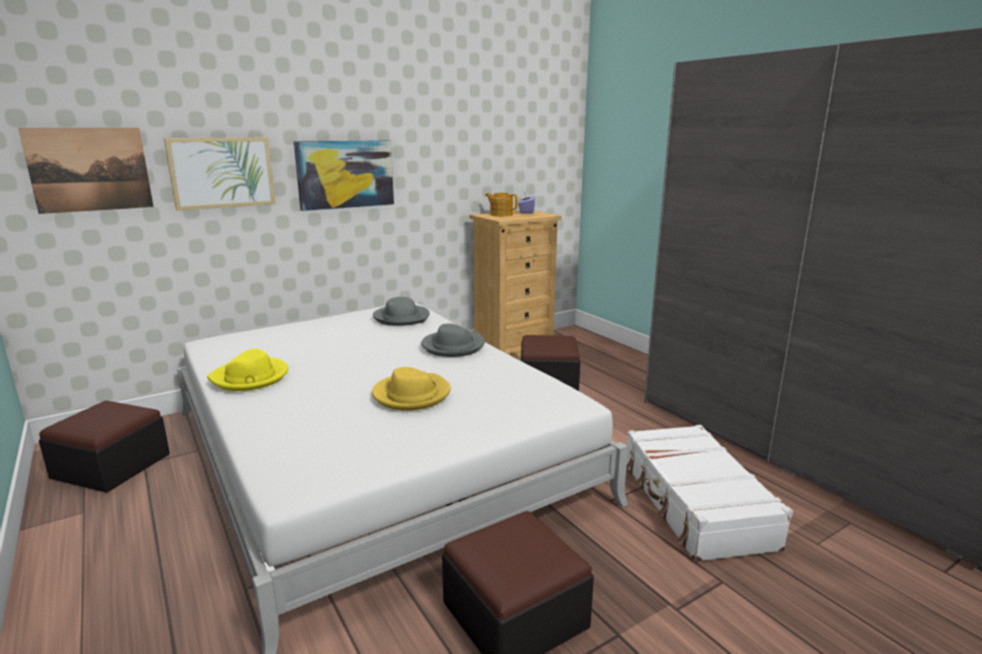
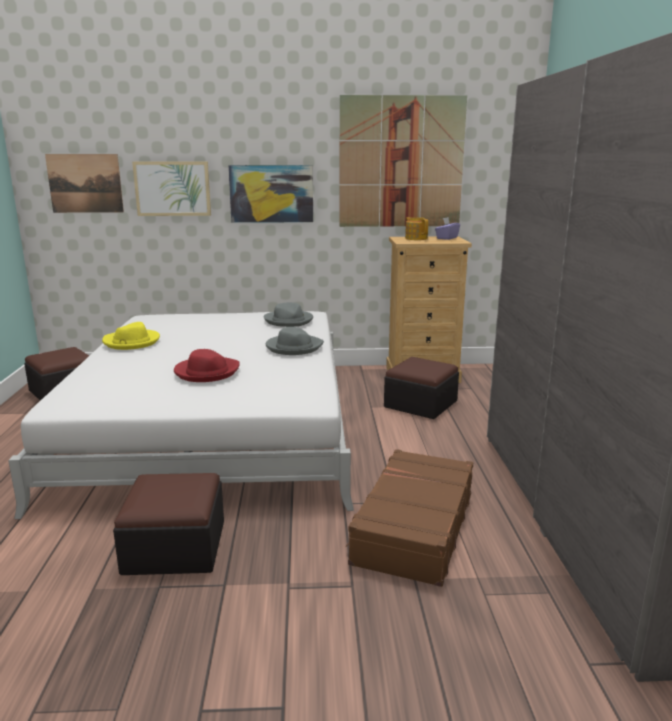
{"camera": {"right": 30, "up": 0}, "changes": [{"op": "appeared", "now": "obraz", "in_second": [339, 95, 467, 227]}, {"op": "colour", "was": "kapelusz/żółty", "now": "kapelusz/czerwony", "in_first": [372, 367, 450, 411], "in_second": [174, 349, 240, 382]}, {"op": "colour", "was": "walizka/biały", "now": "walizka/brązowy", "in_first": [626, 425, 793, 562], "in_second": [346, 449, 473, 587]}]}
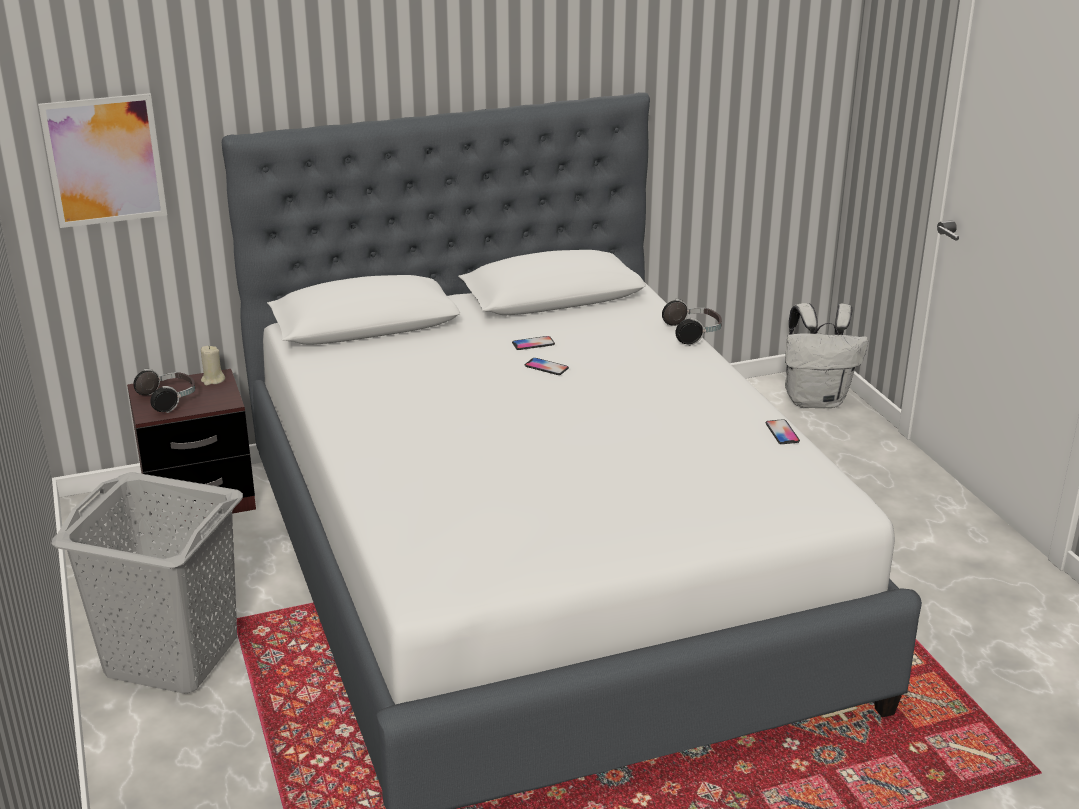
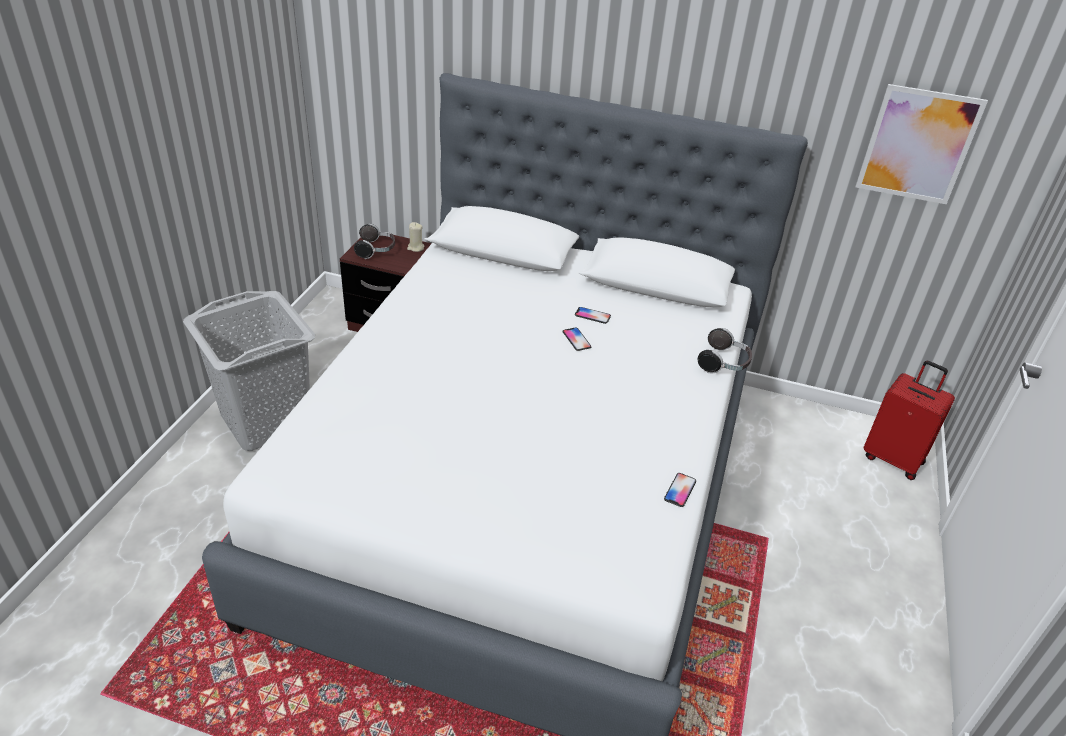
{"camera": {"right": 35, "up": 10}, "changes": [{"op": "relocated", "was": "obraz", "in_first": [38, 93, 167, 228], "in_second": [855, 84, 988, 204]}, {"op": "exchanged", "was": "plecak/biały", "now": "walizka/czerwony", "in_first": [785, 303, 868, 408], "in_second": [864, 361, 955, 480]}]}
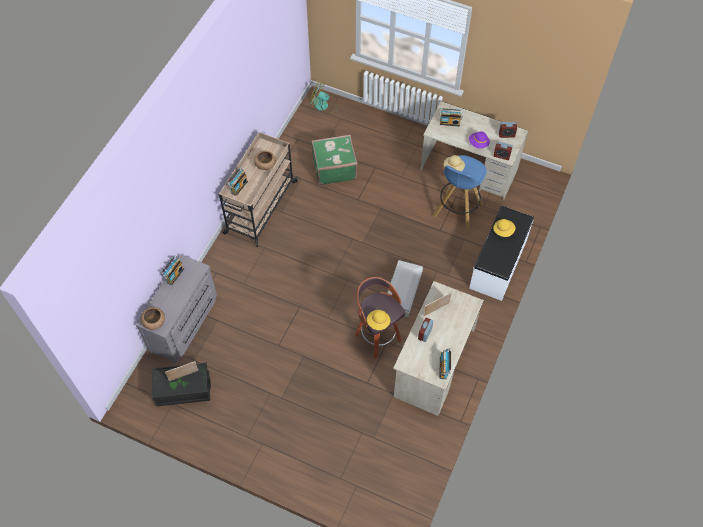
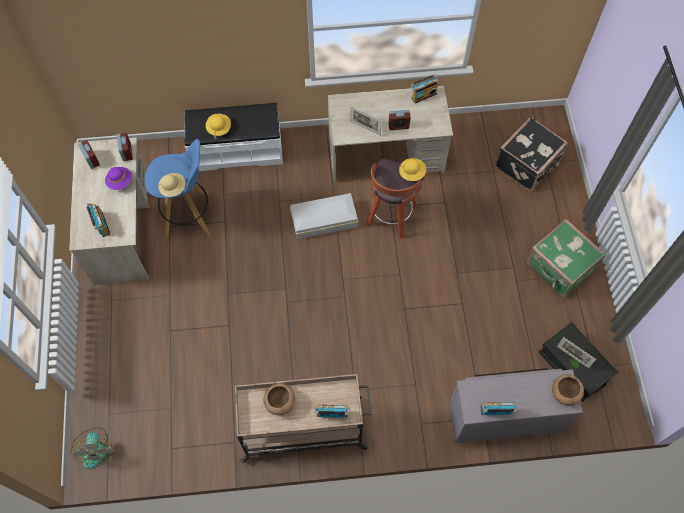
{"camera": {"right": -120, "up": 5}, "changes": [{"op": "appeared", "now": "walizka/czarny", "in_second": [496, 117, 568, 191]}, {"op": "relocated", "was": "walizka/zielony", "in_first": [311, 135, 357, 185], "in_second": [526, 219, 606, 298]}]}
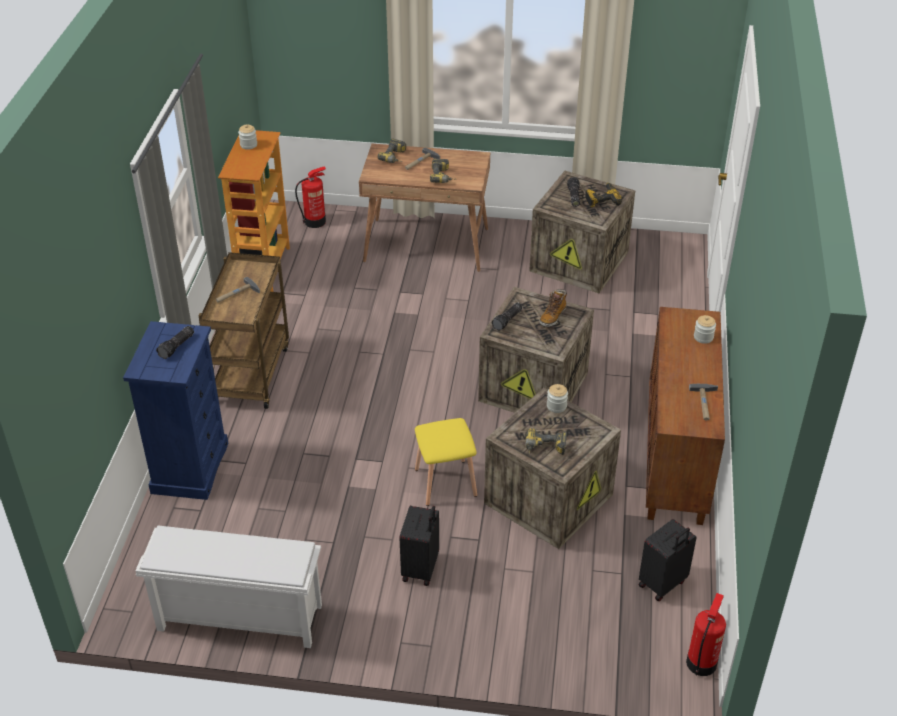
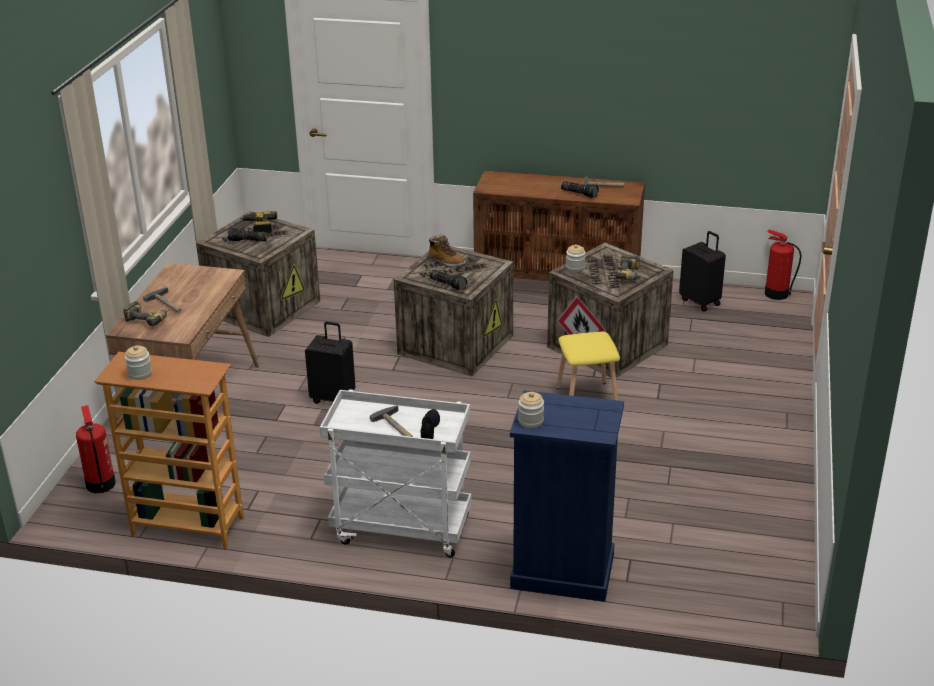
{"camera": {"right": -85, "up": -10}, "changes": [{"op": "missing", "was": "regał na buty/biały", "in_first": [136, 526, 322, 648]}, {"op": "missing", "was": "wiertarka", "in_first": [430, 159, 456, 183]}, {"op": "appeared", "now": "but/czarny", "in_second": [421, 409, 440, 439]}, {"op": "relocated", "was": "latarka", "in_first": [156, 326, 194, 359], "in_second": [561, 181, 599, 198]}, {"op": "relocated", "was": "walizka/czarny", "in_first": [400, 506, 439, 586], "in_second": [305, 322, 355, 404]}, {"op": "relocated", "was": "słoik", "in_first": [694, 315, 716, 344], "in_second": [518, 392, 544, 428]}, {"op": "colour", "was": "wózek/brązowy", "now": "wózek/biały", "in_first": [198, 252, 289, 409], "in_second": [320, 389, 472, 558]}]}
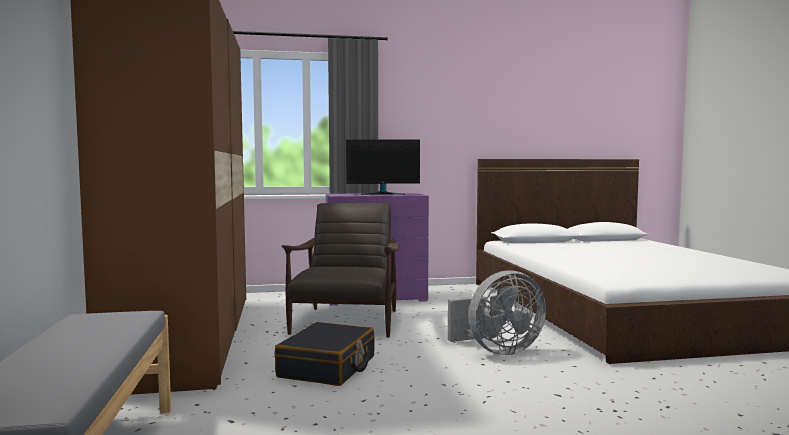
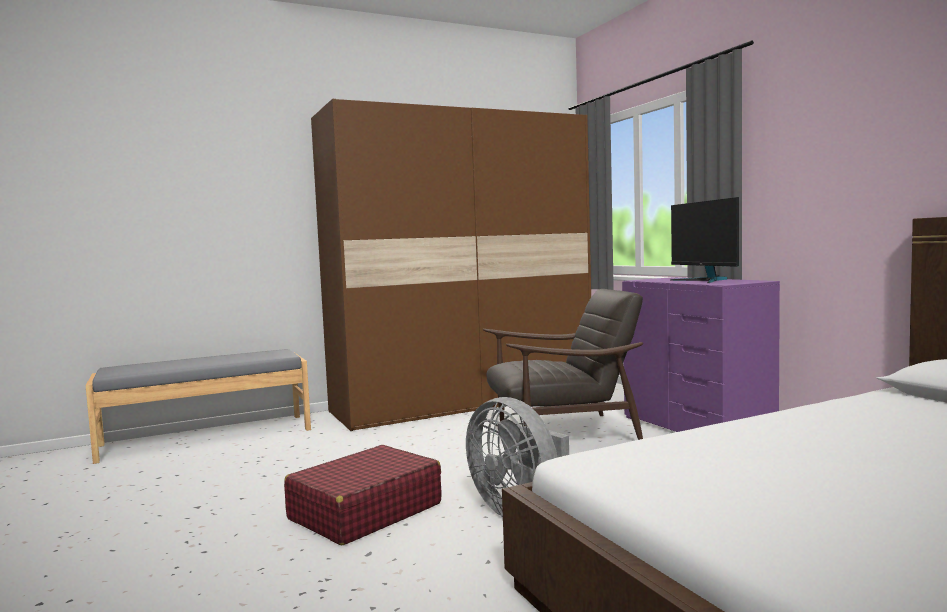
{"camera": {"right": 75, "up": 0}, "changes": [{"op": "missing", "was": "walizka/czarny", "in_first": [275, 322, 374, 386]}, {"op": "appeared", "now": "walizka/czerwony", "in_second": [284, 445, 442, 545]}]}
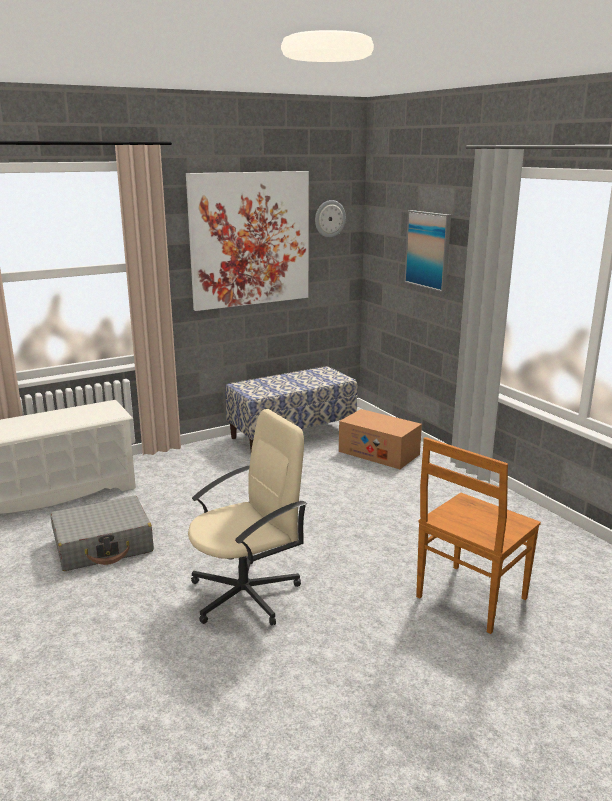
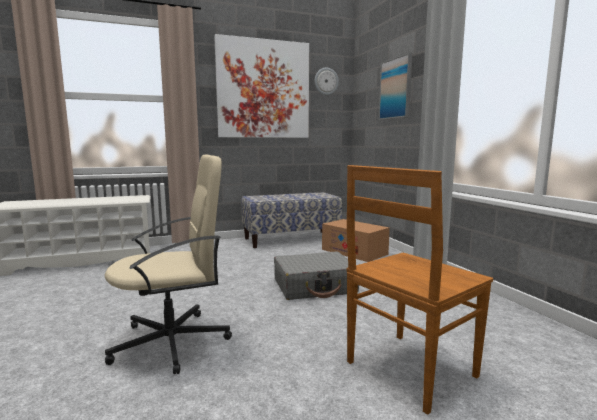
{"camera": {"right": 10, "up": -10}, "changes": [{"op": "relocated", "was": "walizka/szary", "in_first": [50, 496, 154, 571], "in_second": [274, 251, 359, 300]}]}
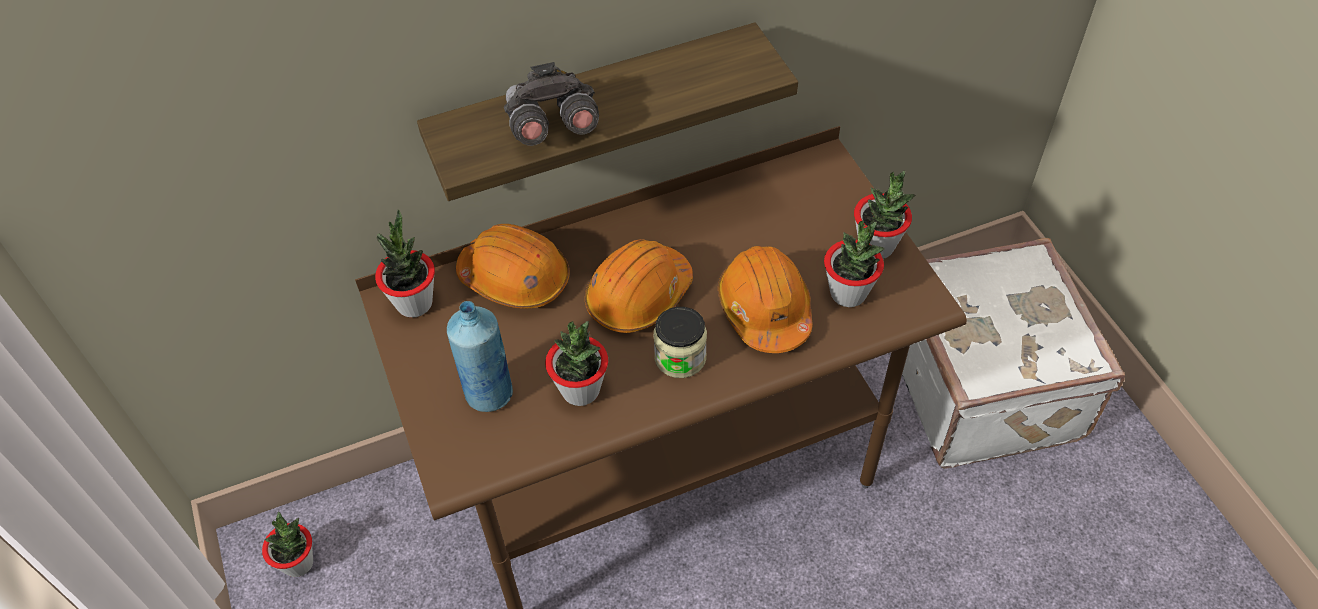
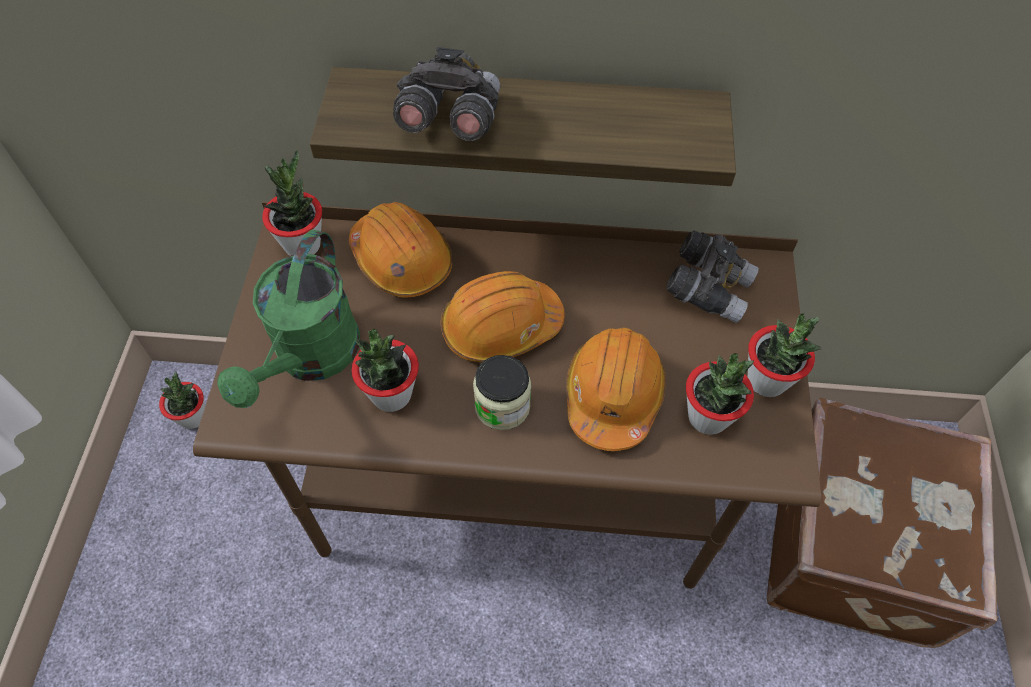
{"camera": {"right": 25, "up": 5}, "changes": [{"op": "appeared", "now": "lornetka/szary", "in_second": [667, 230, 759, 323]}, {"op": "exchanged", "was": "butelka/niebieski", "now": "konewka/zielony", "in_first": [447, 301, 513, 412], "in_second": [217, 230, 360, 408]}, {"op": "colour", "was": "walizka/biały", "now": "walizka/brązowy", "in_first": [902, 238, 1125, 469], "in_second": [767, 398, 998, 648]}]}
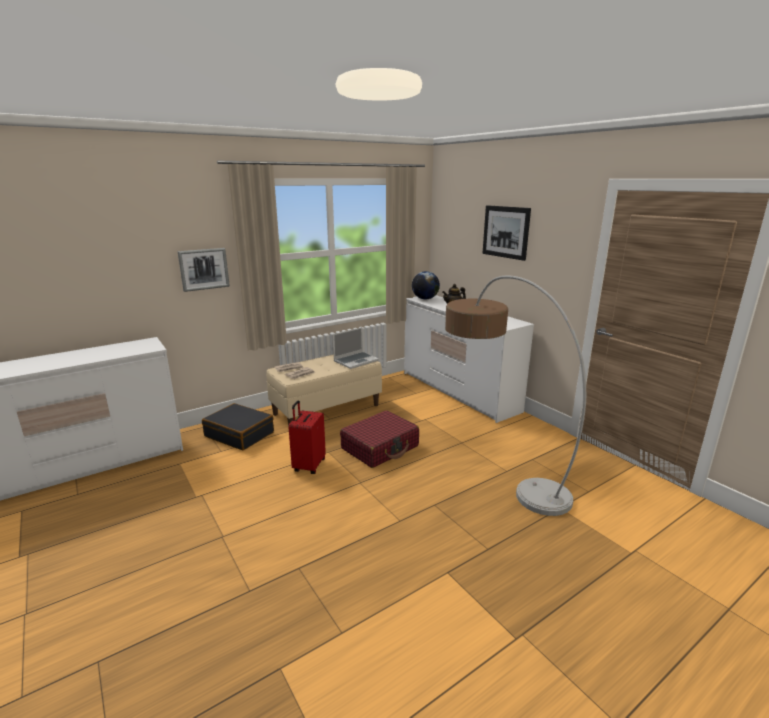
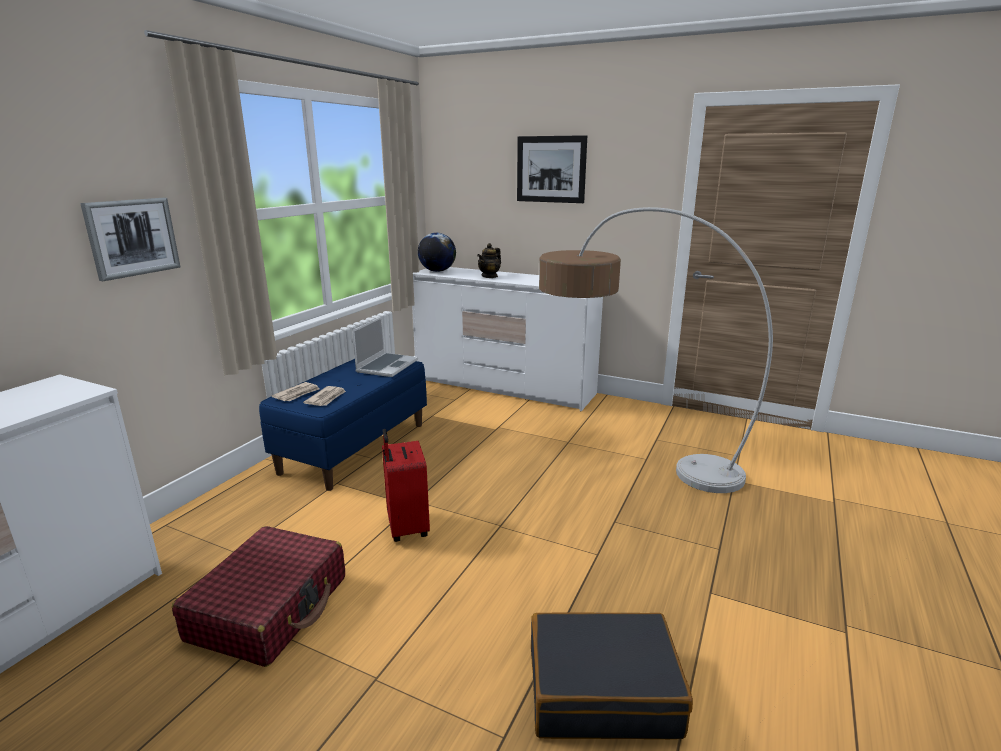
{"camera": {"right": -30, "up": 0}, "changes": [{"op": "relocated", "was": "walizka/czarny", "in_first": [202, 403, 274, 450], "in_second": [531, 612, 693, 739]}, {"op": "relocated", "was": "walizka/czerwony", "in_first": [340, 410, 419, 468], "in_second": [172, 526, 345, 667]}, {"op": "colour", "was": "ławka/beżowy", "now": "ławka/niebieski", "in_first": [266, 354, 382, 426], "in_second": [259, 359, 427, 491]}]}
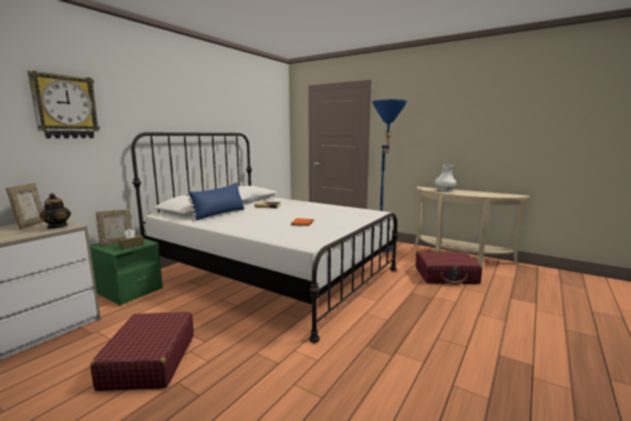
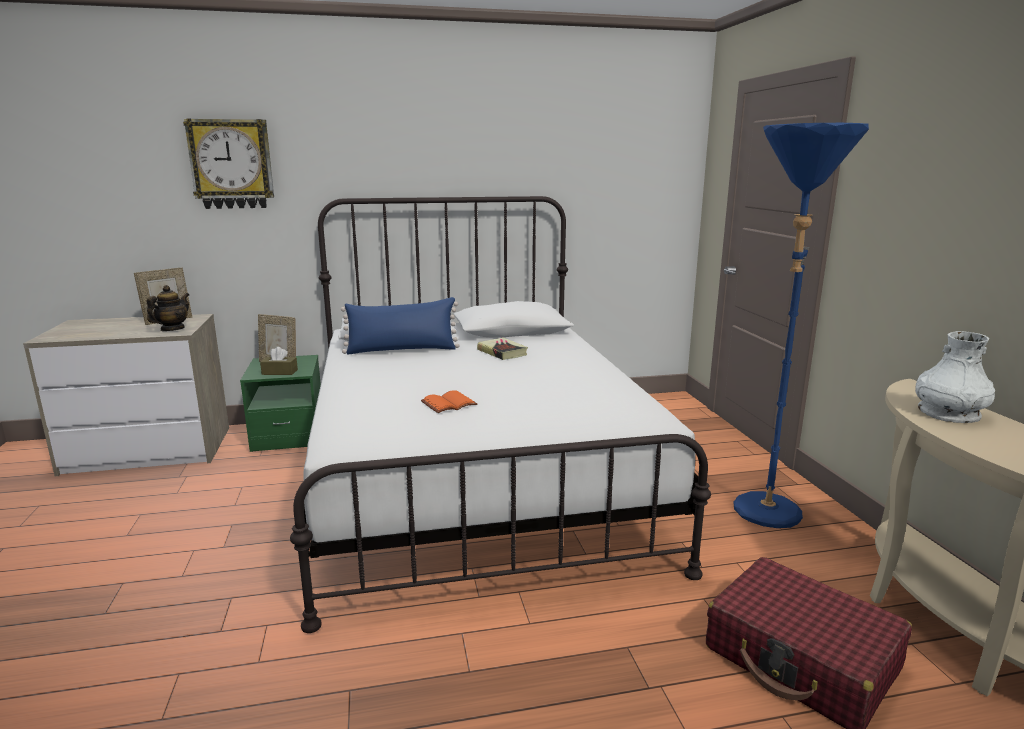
{"camera": {"right": 45, "up": 5}, "changes": [{"op": "missing", "was": "walizka/czerwony", "in_first": [91, 312, 194, 391]}]}
